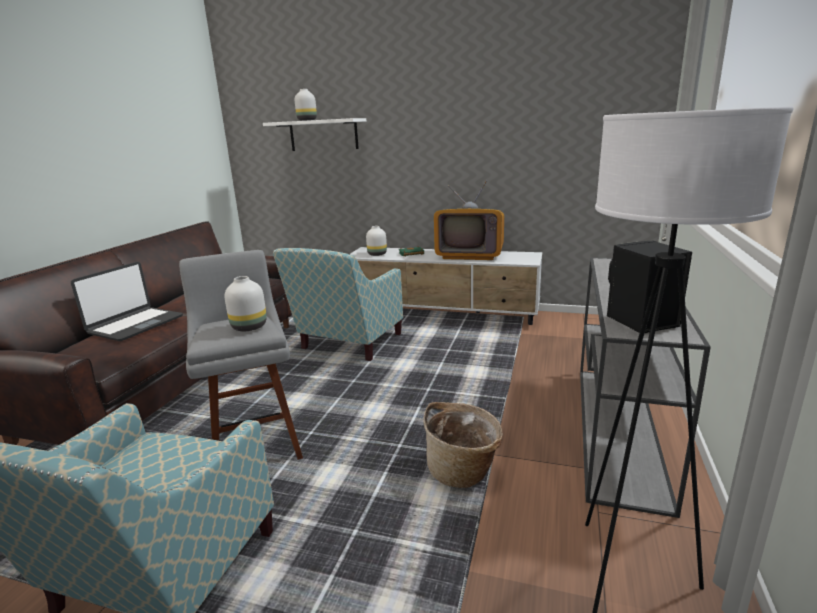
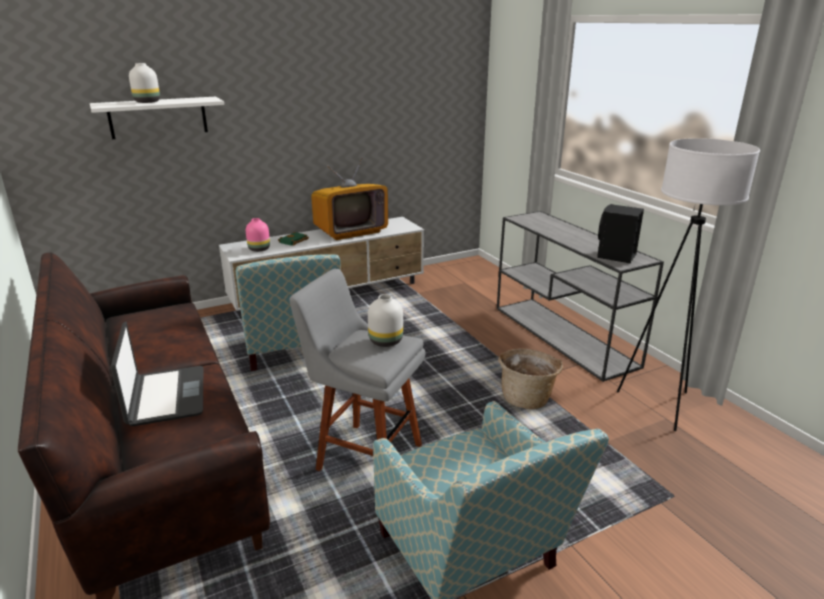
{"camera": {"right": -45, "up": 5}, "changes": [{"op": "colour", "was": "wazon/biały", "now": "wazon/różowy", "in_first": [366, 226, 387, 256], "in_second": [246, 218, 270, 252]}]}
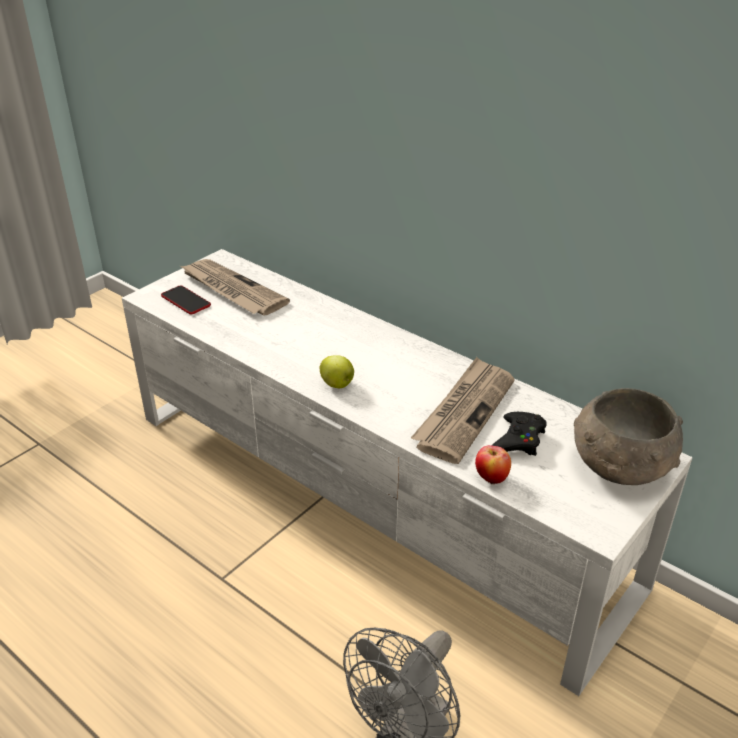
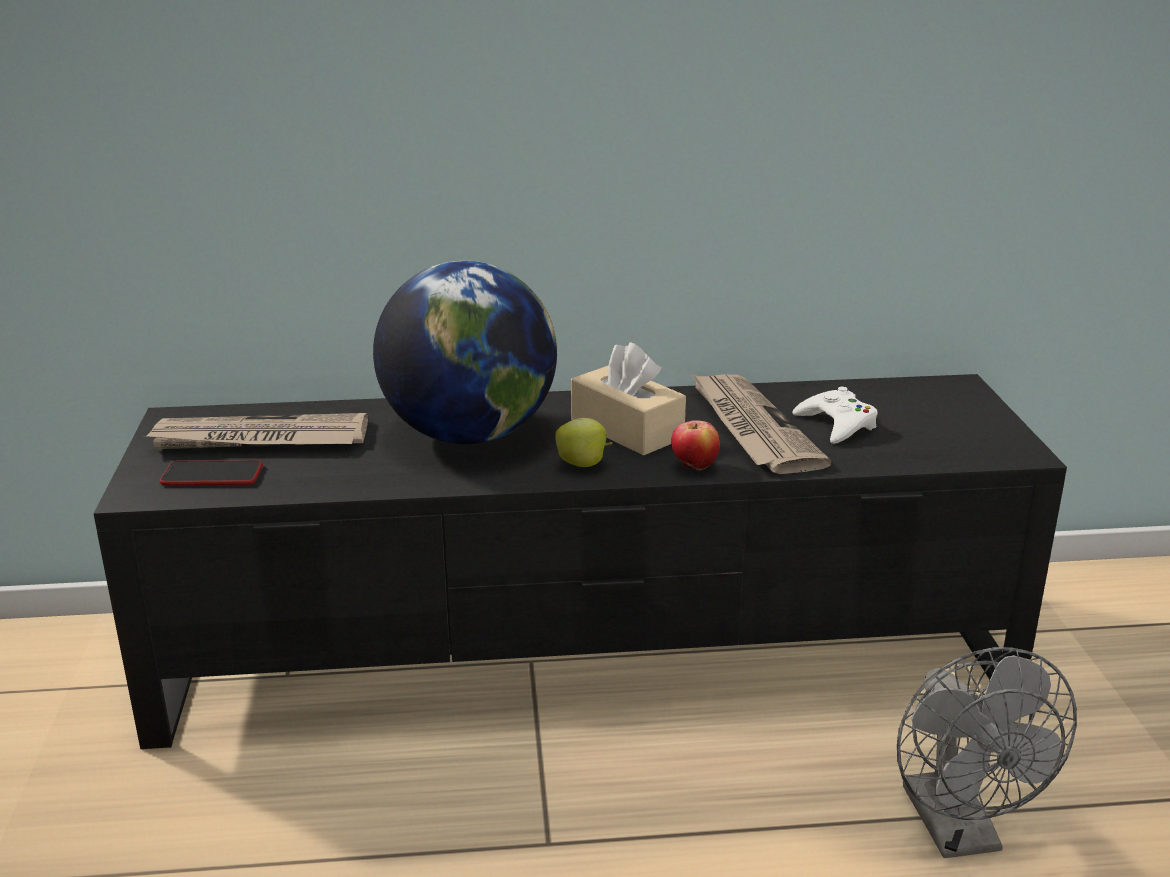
{"camera": {"right": -45, "up": -10}, "changes": [{"op": "missing", "was": "miska/szary", "in_first": [574, 388, 683, 485]}, {"op": "appeared", "now": "globus", "in_second": [373, 261, 557, 444]}, {"op": "appeared", "now": "pudełko chusteczek/beżowy", "in_second": [571, 342, 686, 456]}, {"op": "relocated", "was": "jabłko", "in_first": [475, 445, 511, 485], "in_second": [671, 420, 720, 472]}, {"op": "colour", "was": "szafka pod telewizor/biały", "now": "szafka pod telewizor/czarny", "in_first": [122, 249, 692, 696], "in_second": [93, 374, 1067, 749]}, {"op": "colour", "was": "pad do gier/czarny", "now": "pad do gier/biały", "in_first": [492, 412, 547, 456], "in_second": [793, 387, 878, 444]}]}
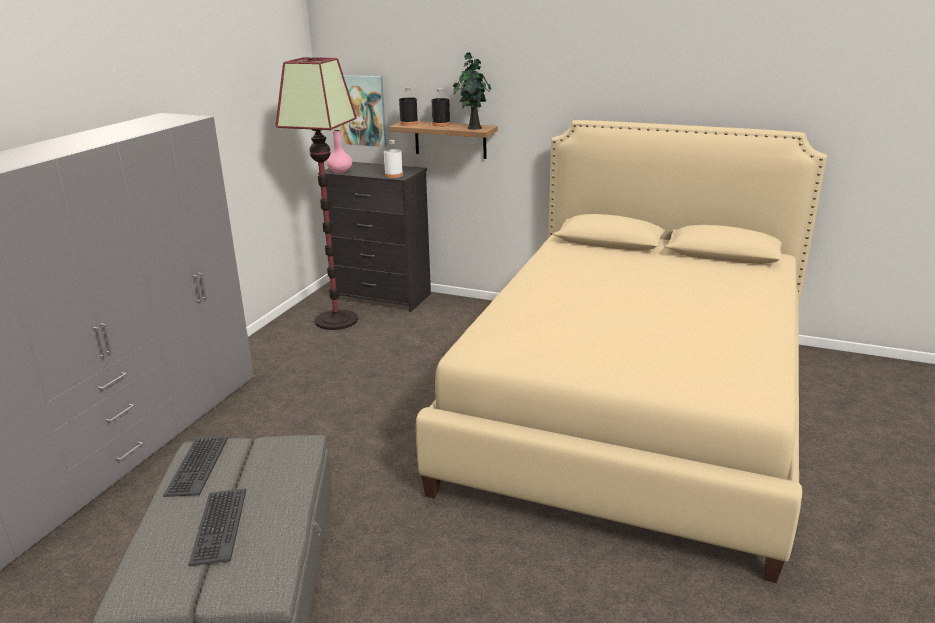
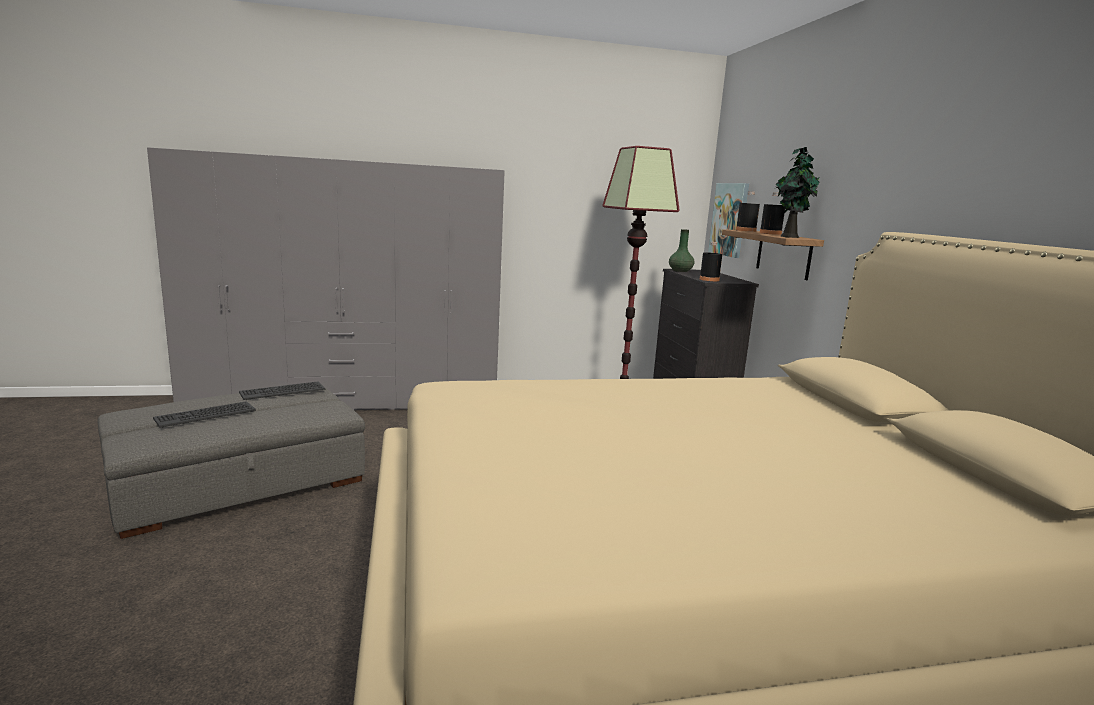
{"camera": {"right": 55, "up": -10}, "changes": [{"op": "colour", "was": "wazon/różowy", "now": "wazon/zielony", "in_first": [327, 130, 352, 173], "in_second": [669, 229, 695, 272]}, {"op": "colour", "was": "butelka/biały", "now": "butelka/czarny", "in_first": [384, 140, 403, 178], "in_second": [700, 242, 722, 281]}]}
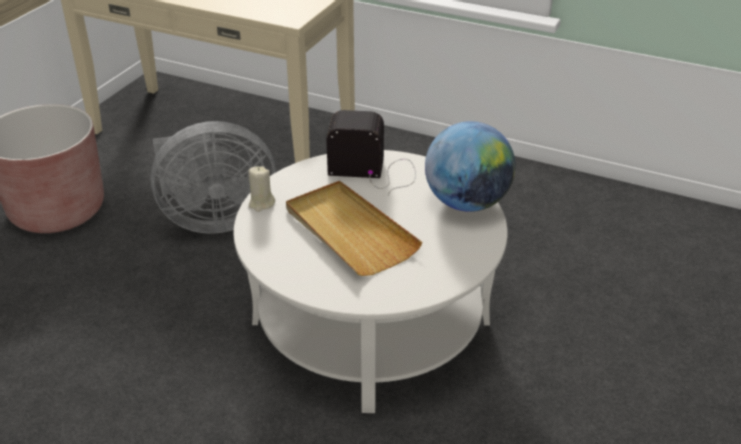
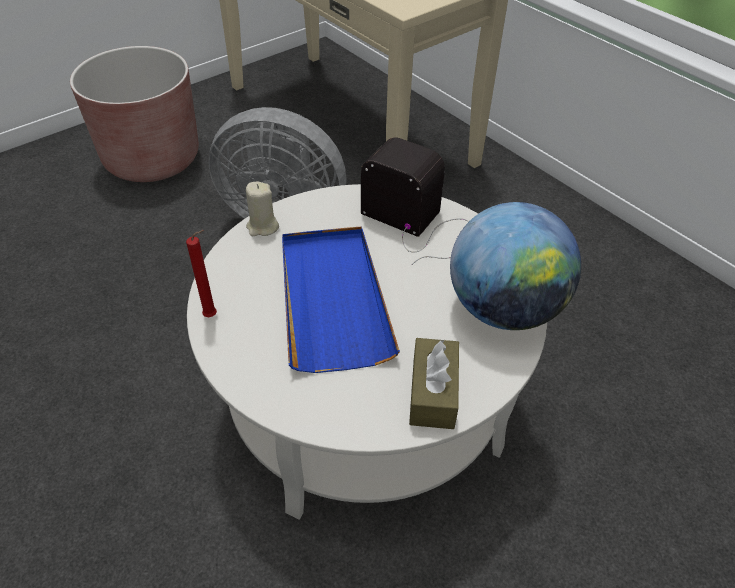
{"camera": {"right": 25, "up": 10}, "changes": [{"op": "appeared", "now": "świeca/czerwony", "in_second": [186, 230, 217, 317]}, {"op": "appeared", "now": "pudełko chusteczek/brązowy", "in_second": [409, 338, 459, 429]}, {"op": "colour", "was": "taca/beżowy", "now": "taca/niebieski", "in_first": [286, 181, 422, 276], "in_second": [282, 226, 400, 373]}]}
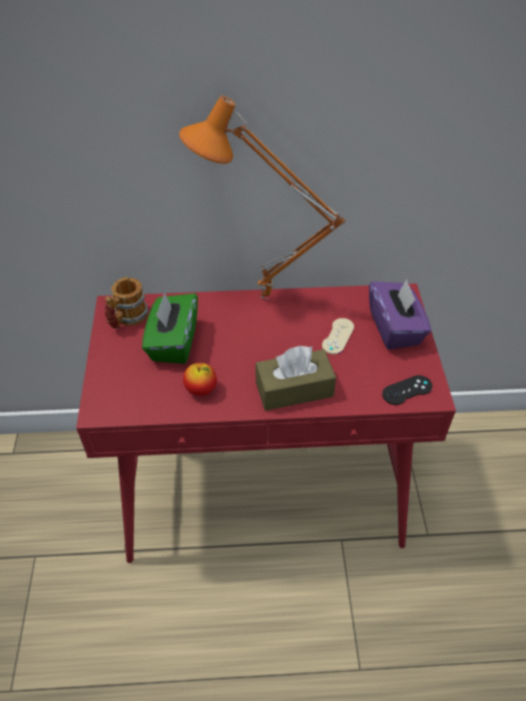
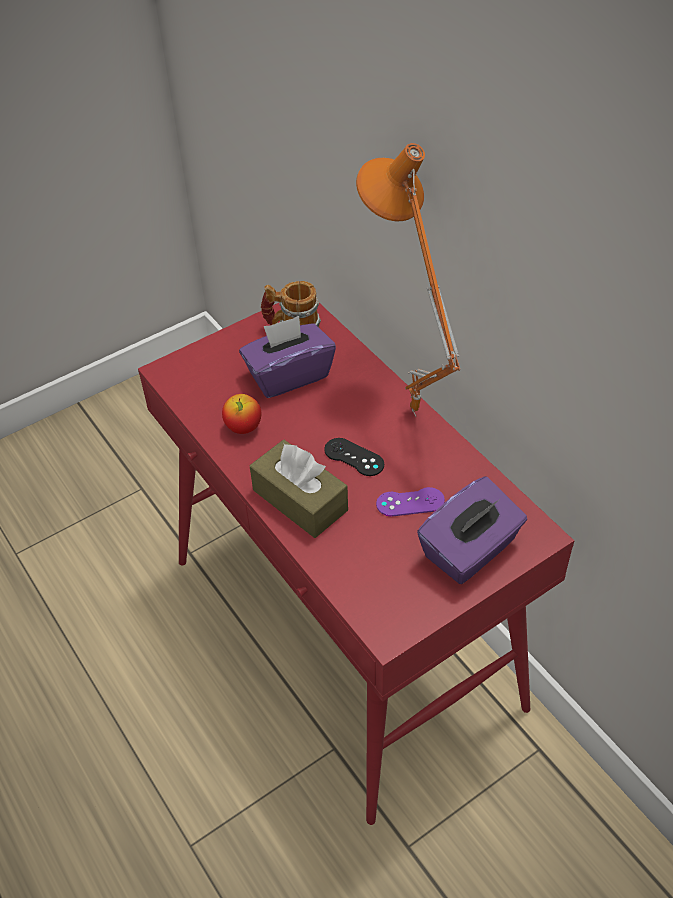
{"camera": {"right": 60, "up": 0}, "changes": [{"op": "relocated", "was": "pad do gier/czarny", "in_first": [382, 375, 432, 405], "in_second": [324, 438, 384, 476]}, {"op": "colour", "was": "pudełko chusteczek/zielony", "now": "pudełko chusteczek/fioletowy", "in_first": [142, 292, 198, 364], "in_second": [239, 316, 336, 398]}, {"op": "colour", "was": "pad do gier/beżowy", "now": "pad do gier/fioletowy", "in_first": [322, 318, 354, 354], "in_second": [376, 487, 445, 516]}]}
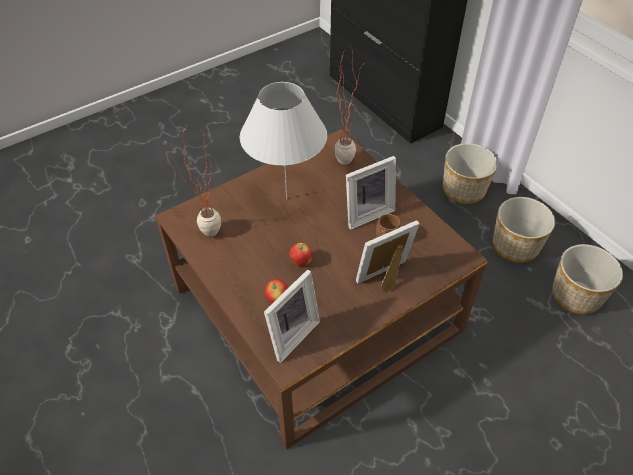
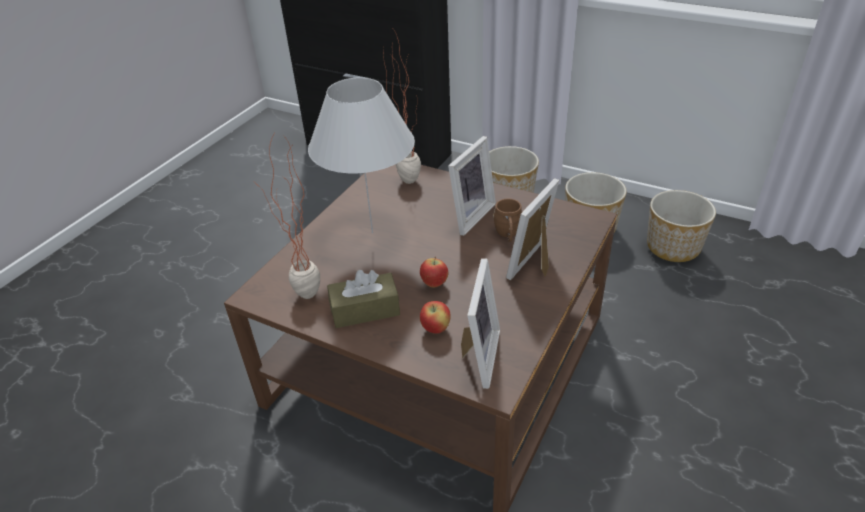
{"camera": {"right": -25, "up": -10}, "changes": [{"op": "appeared", "now": "pudełko chusteczek/brązowy", "in_second": [327, 270, 400, 328]}]}
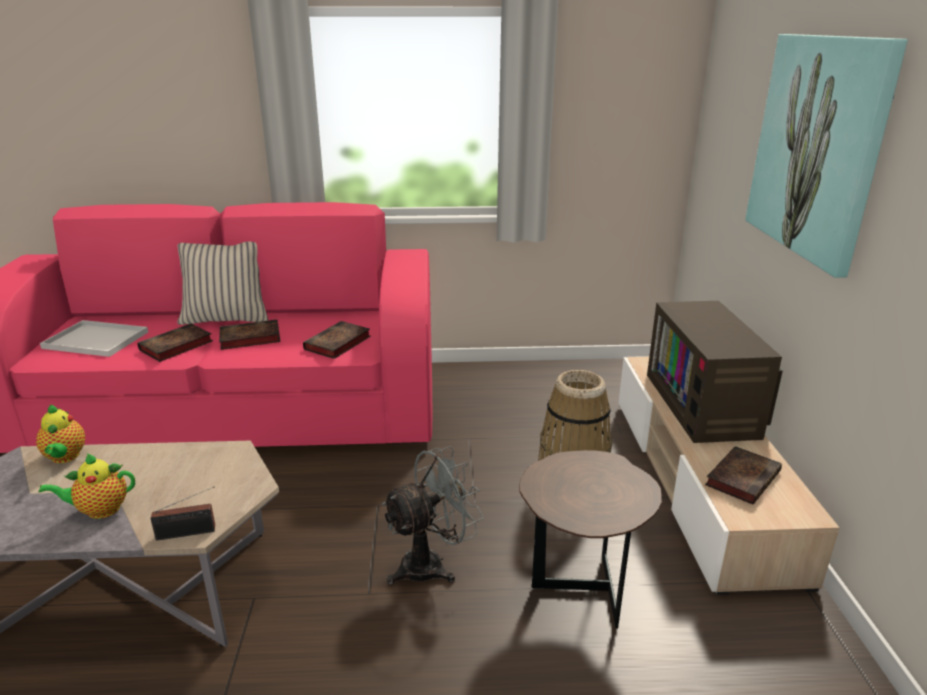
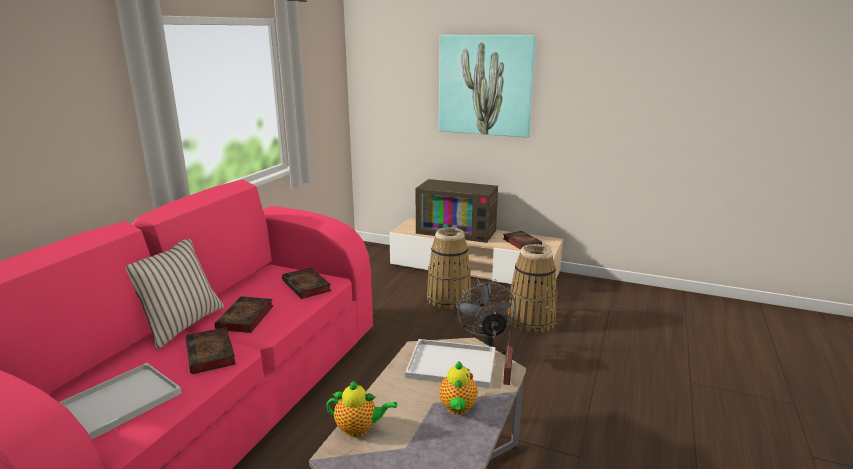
{"camera": {"right": -65, "up": -5}, "changes": [{"op": "appeared", "now": "taca/biały", "in_second": [405, 339, 495, 388]}, {"op": "exchanged", "was": "stolik/brązowy", "now": "koszyk", "in_first": [519, 450, 662, 629], "in_second": [507, 244, 557, 333]}]}
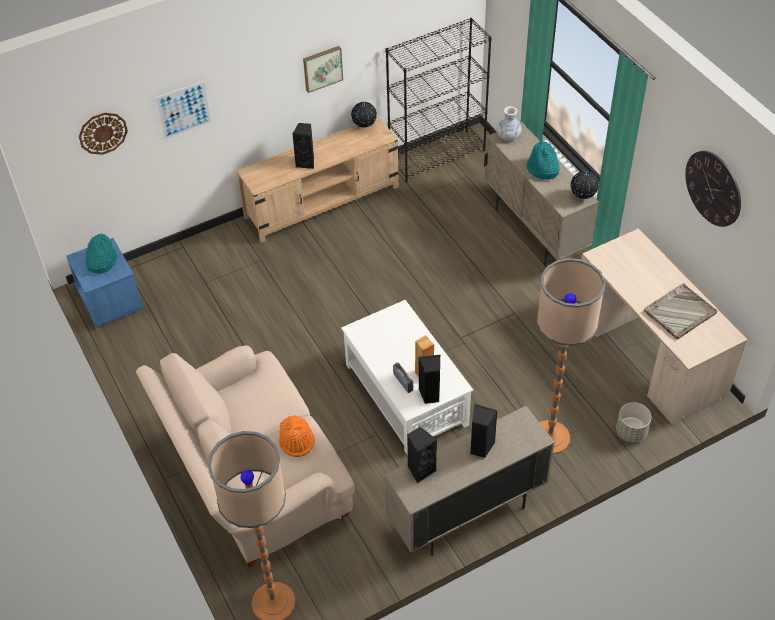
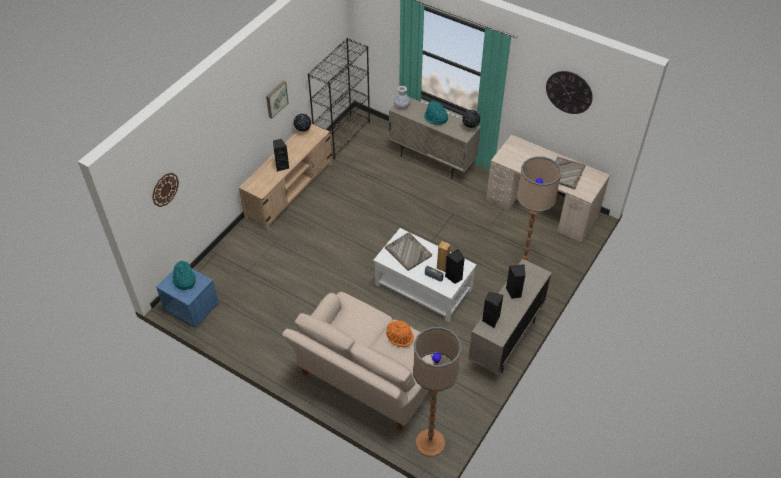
{"camera": {"right": -30, "up": 0}, "changes": [{"op": "missing", "was": "obraz", "in_first": [154, 80, 213, 140]}, {"op": "missing", "was": "donica/szary", "in_first": [616, 402, 651, 443]}, {"op": "appeared", "now": "taca/szary", "in_second": [385, 232, 432, 271]}]}
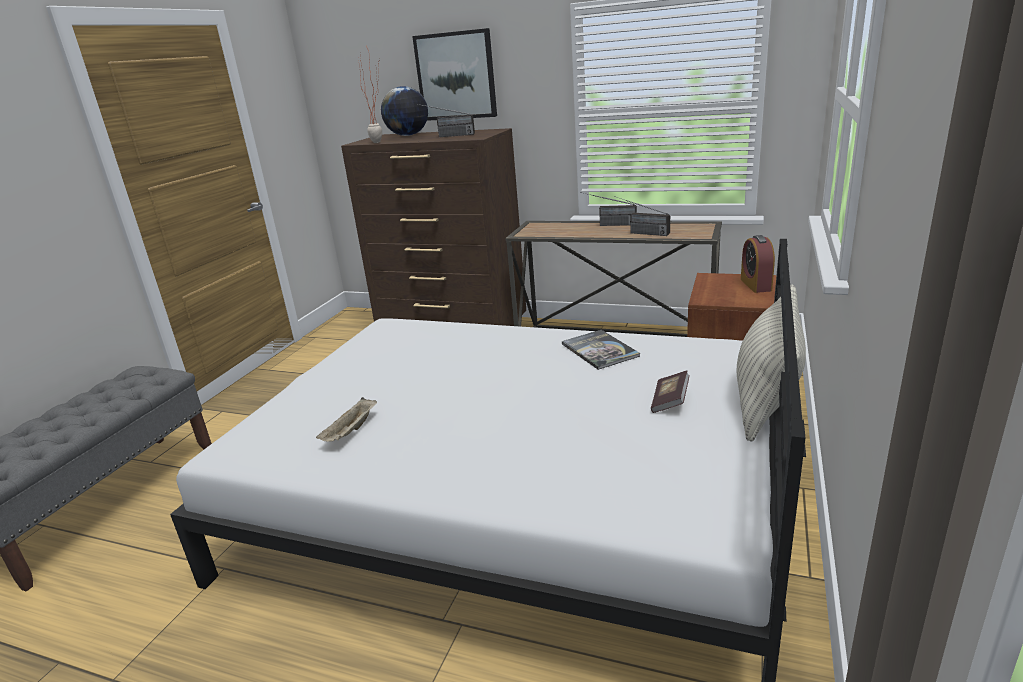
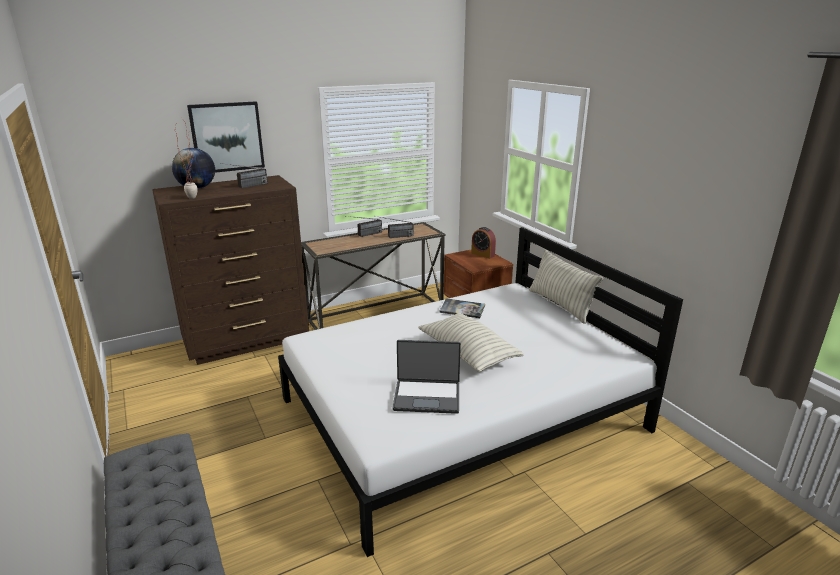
{"camera": {"right": -50, "up": 0}, "changes": [{"op": "missing", "was": "książka", "in_first": [651, 371, 690, 413]}, {"op": "appeared", "now": "poduszka", "in_second": [418, 313, 524, 372]}, {"op": "exchanged", "was": "taca/beżowy", "now": "laptop", "in_first": [316, 397, 377, 441], "in_second": [392, 340, 461, 414]}]}
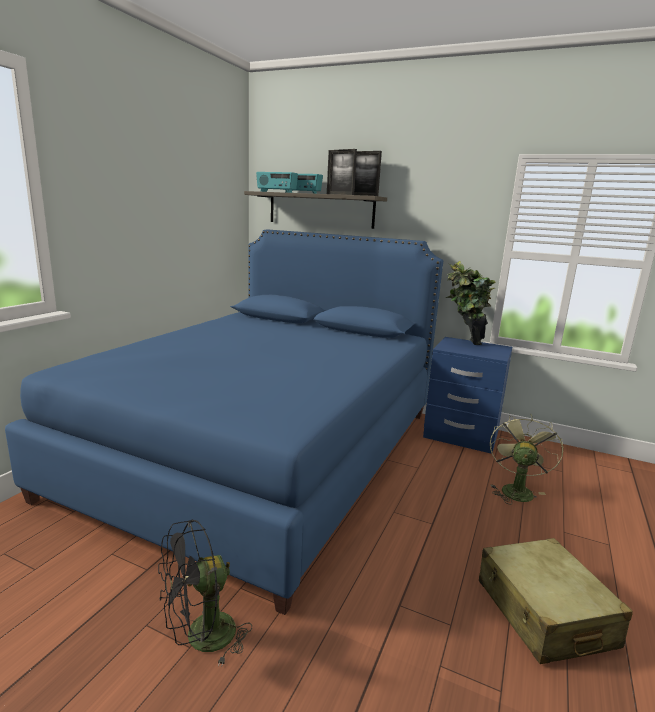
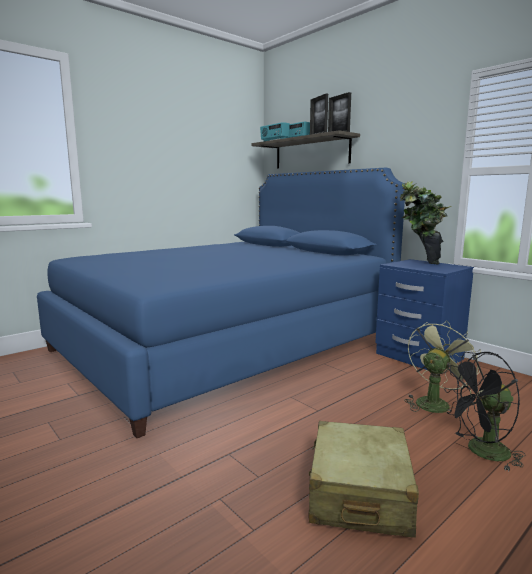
{"camera": {"right": 25, "up": -5}, "changes": [{"op": "relocated", "was": "wentylator/czarny", "in_first": [158, 519, 252, 667], "in_second": [444, 352, 525, 472]}]}
